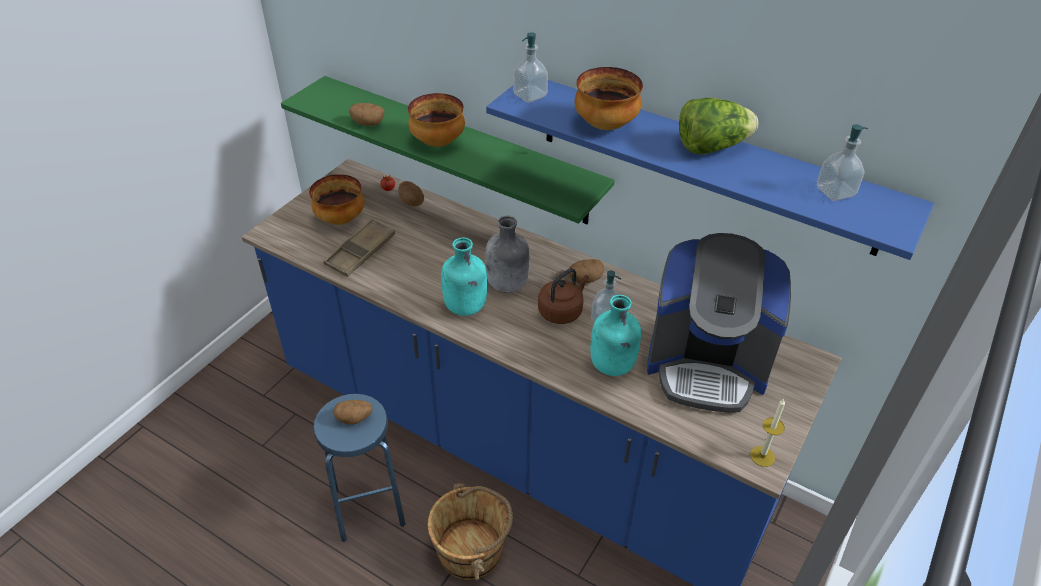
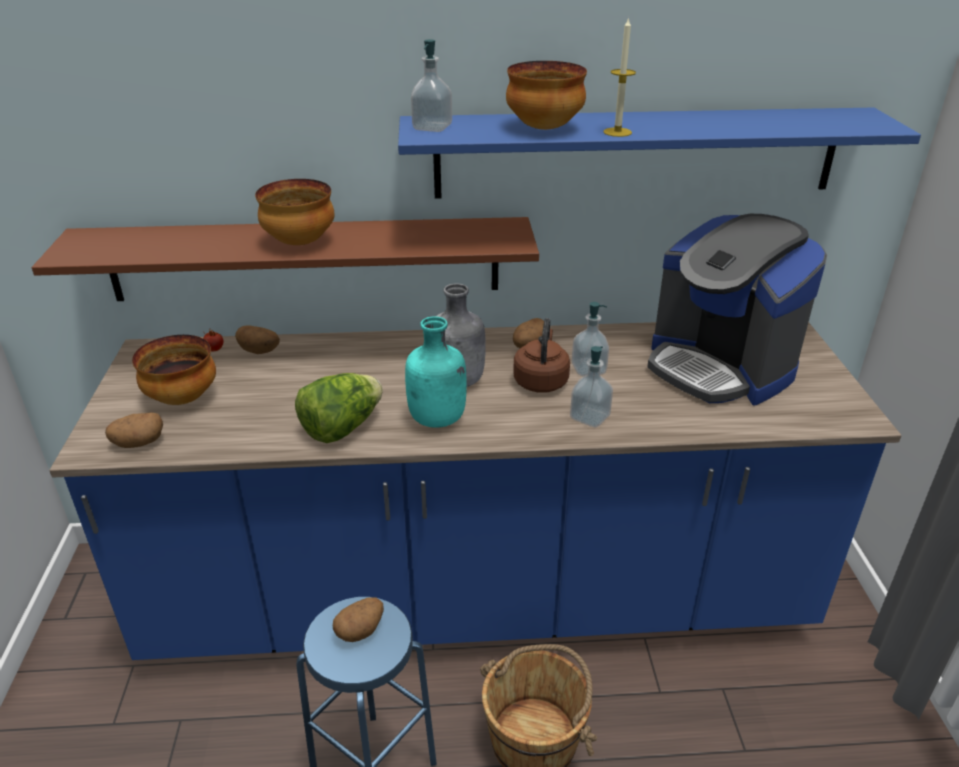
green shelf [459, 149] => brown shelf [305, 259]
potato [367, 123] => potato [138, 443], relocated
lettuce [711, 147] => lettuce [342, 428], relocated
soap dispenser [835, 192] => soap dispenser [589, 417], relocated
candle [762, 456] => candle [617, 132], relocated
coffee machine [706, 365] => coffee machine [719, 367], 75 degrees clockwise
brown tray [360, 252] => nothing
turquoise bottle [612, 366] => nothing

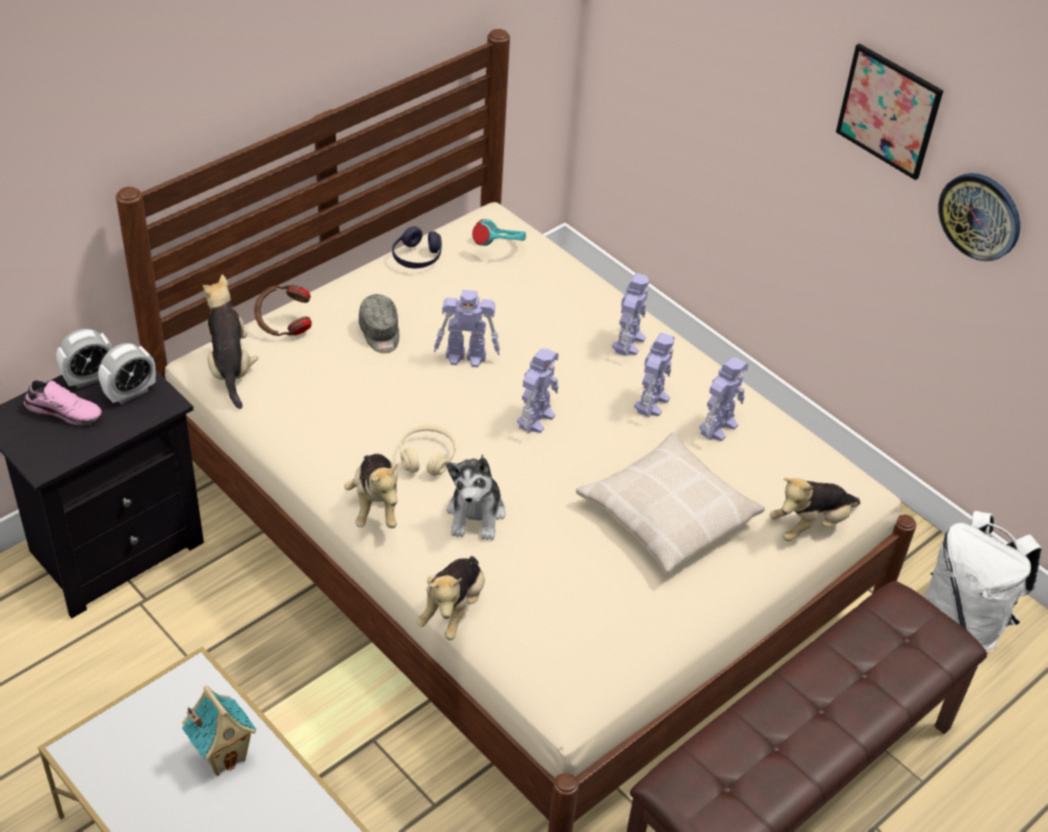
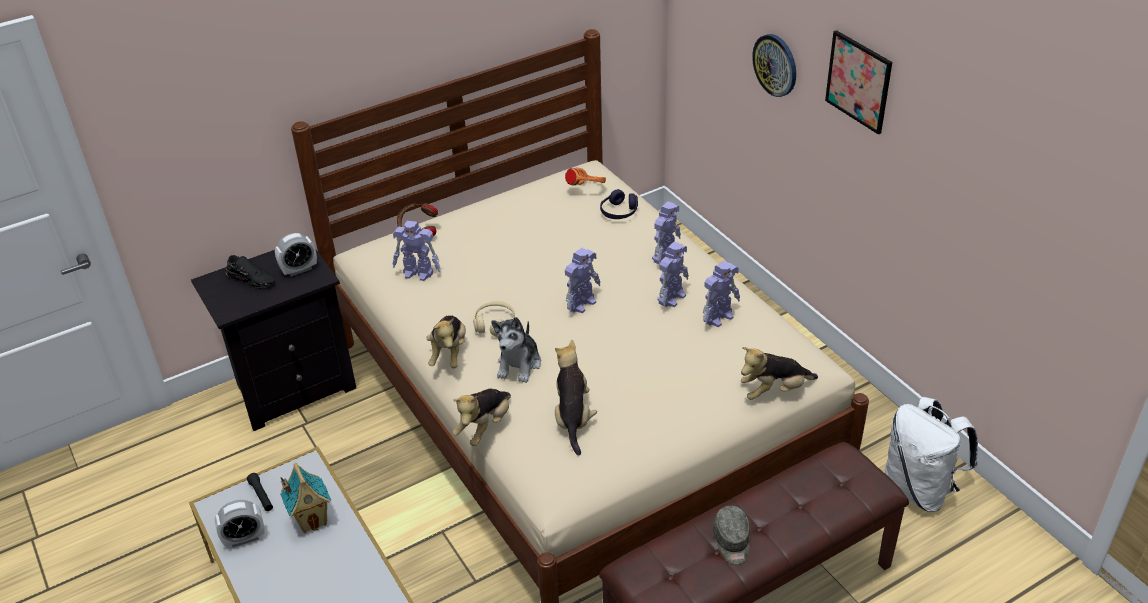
alarm clock [89, 378] => alarm clock [244, 538], relocated
pink shoe [65, 411] => black shoe [252, 278]
nothing => black flashlight [261, 496]
toy robot [467, 357] => toy robot [418, 273], relocated
plush toy [230, 368] => plush toy [573, 418], relocated
turquoise headphones [498, 248] => orange headphones [586, 189]
purple headphones [417, 257] => purple headphones [619, 212], relocated
grey cap [380, 333] => grey cap [732, 541], relocated
wall clock [980, 216] => wall clock [775, 65], relocated
beige pillow [667, 514] => nothing

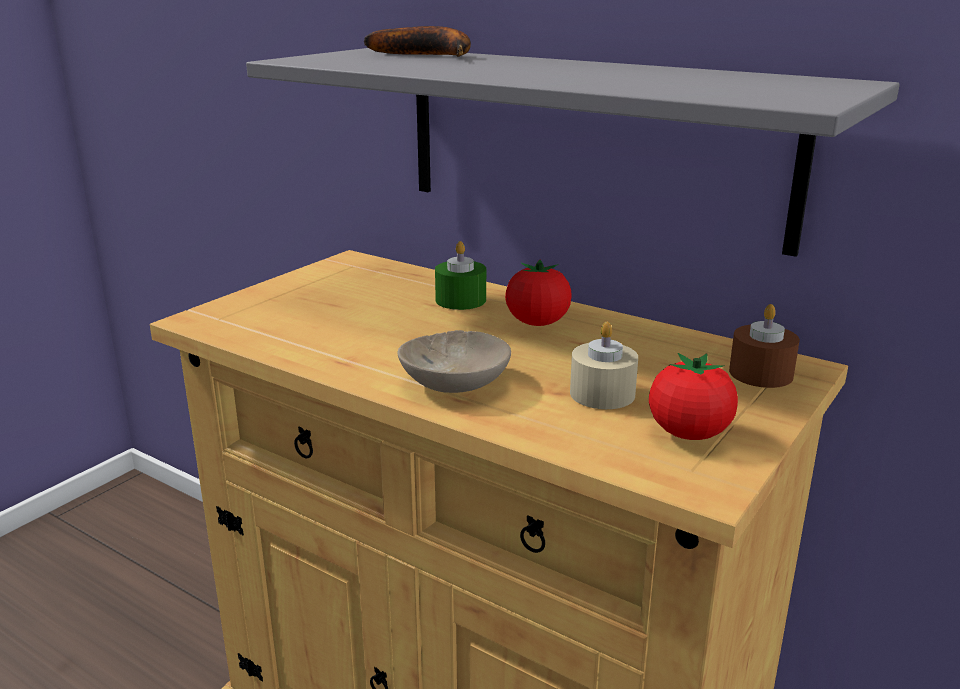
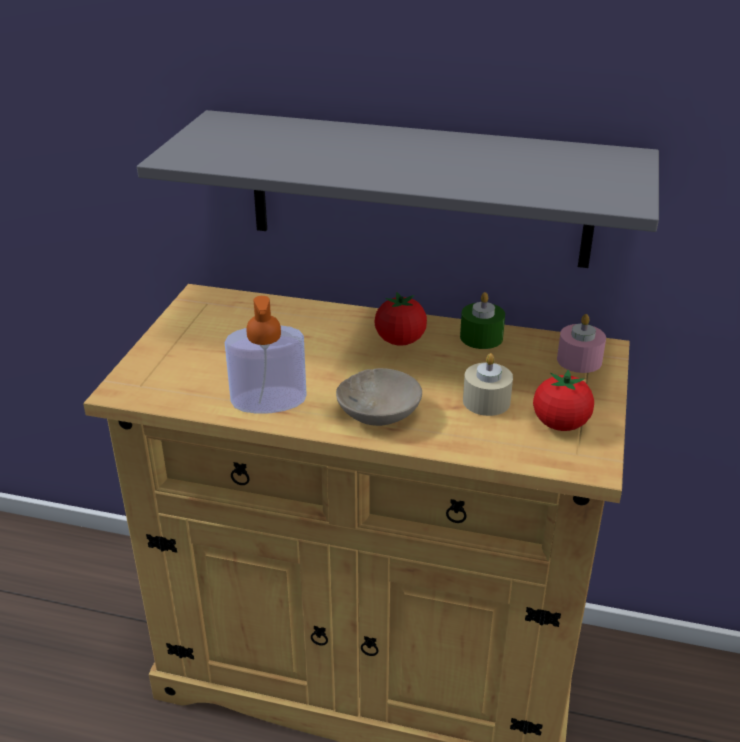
nothing => soap dispenser [268, 400]
green candle [460, 300] => green candle [481, 337], relocated
brown candle [761, 373] => pink candle [579, 360]
banana [429, 55] => nothing

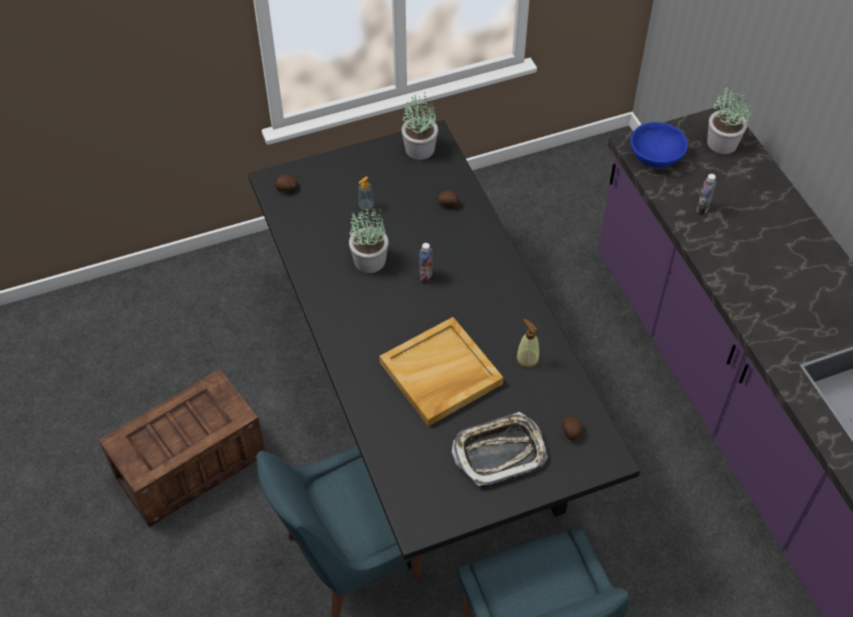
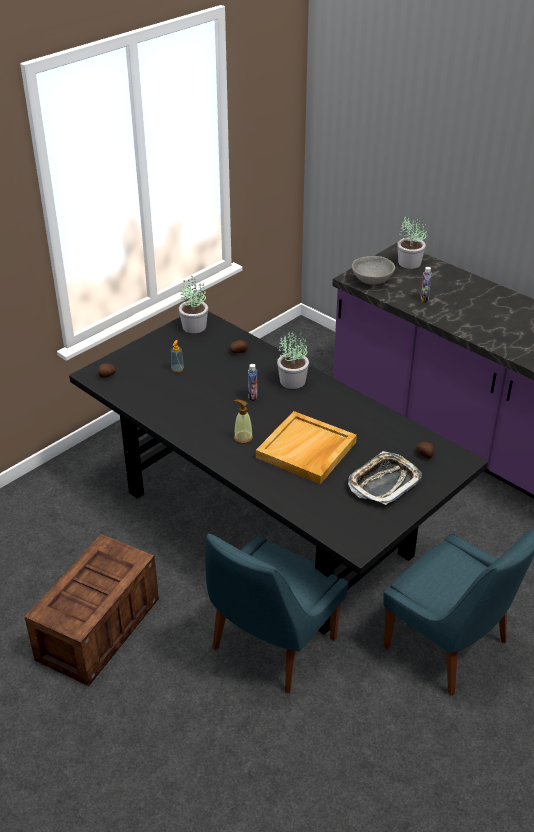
soap dispenser [527, 358] => soap dispenser [243, 437], relocated
potted plant [370, 260] => potted plant [292, 380], relocated
blue bowl [656, 156] => grey bowl [372, 280]

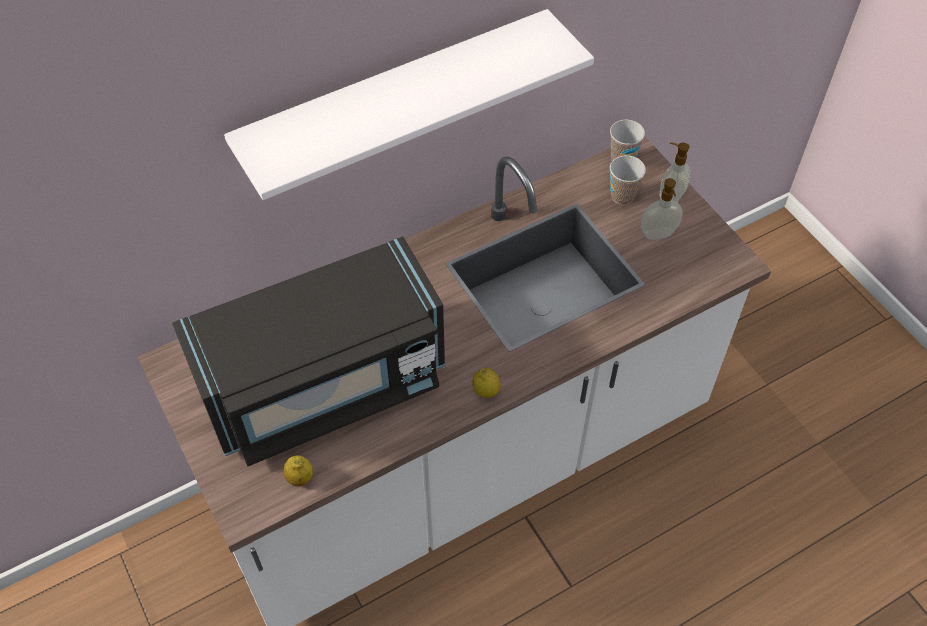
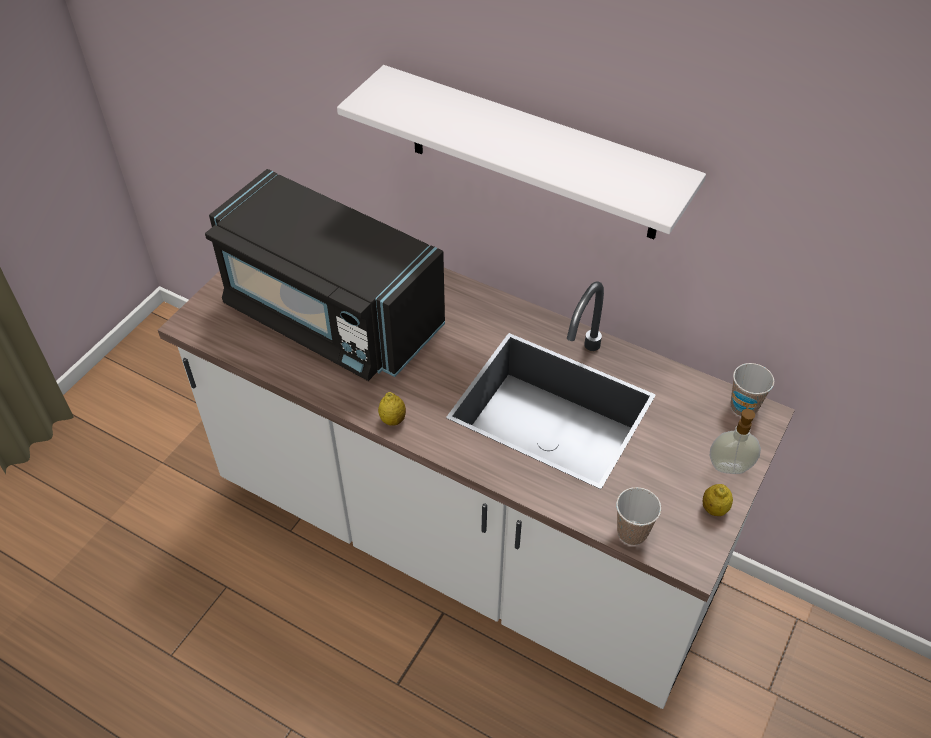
cup [622, 196] => cup [632, 533], relocated
lemon [300, 478] => lemon [714, 509], relocated
soap dispenser [658, 234] => nothing

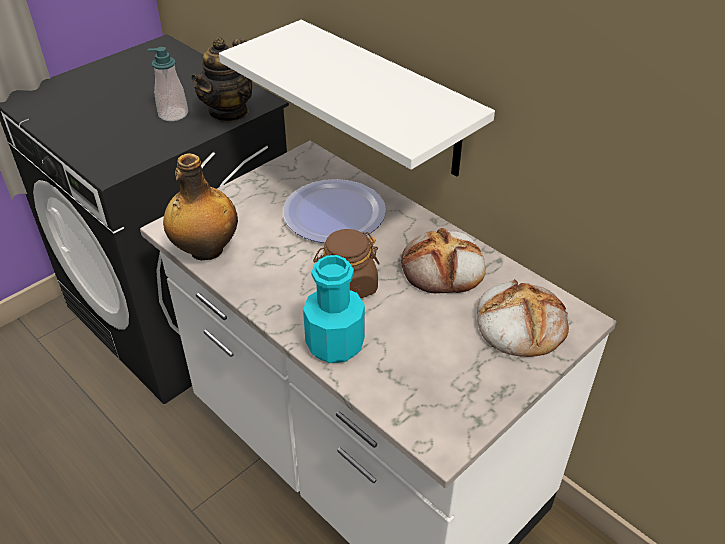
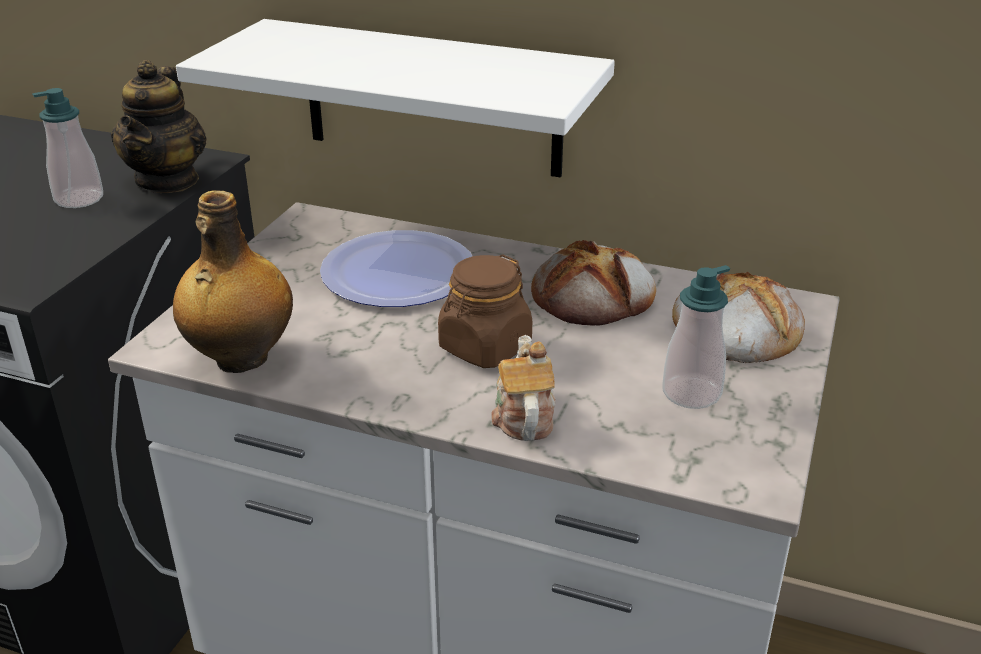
turquoise bottle [335, 344] => teapot [523, 416]
nothing => soap dispenser [691, 393]

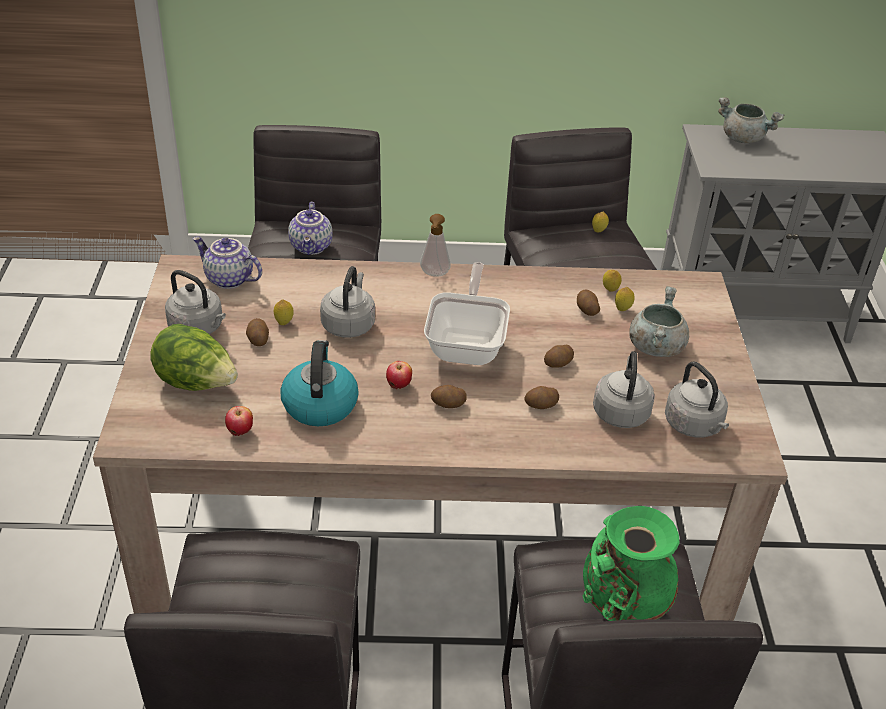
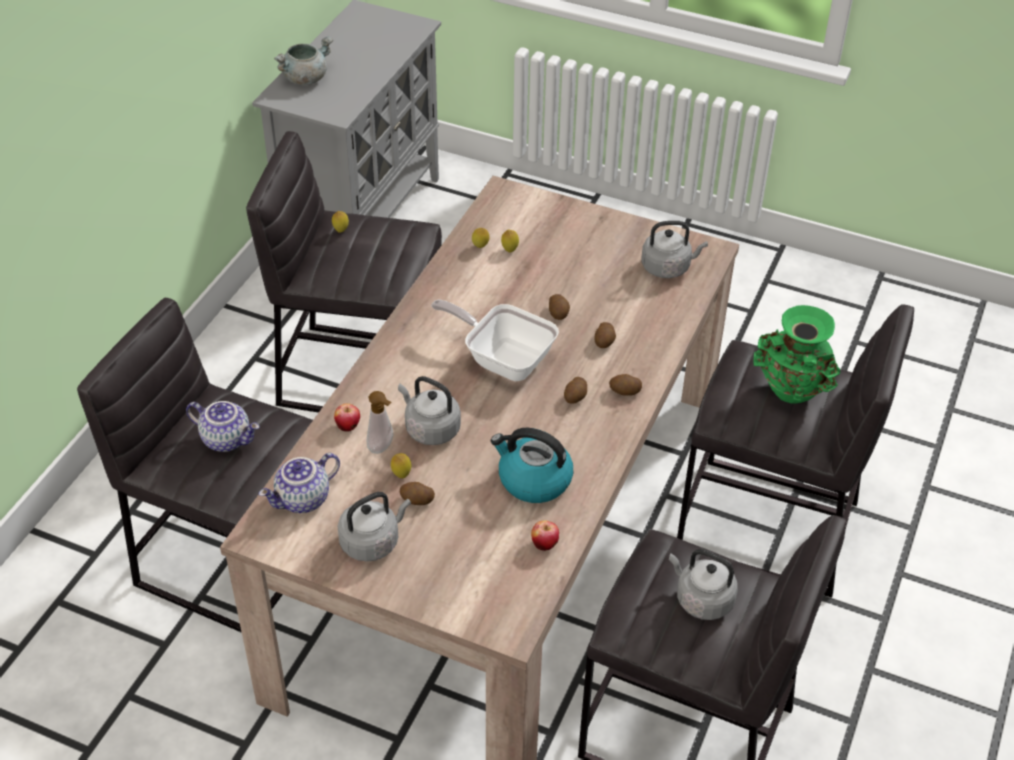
apple [399, 386] => apple [348, 427], relocated
soap dispenser [434, 275] => soap dispenser [382, 448], relocated
potato [586, 310] => potato [625, 392], relocated
grey kettle [621, 411] => grey kettle [701, 599], relocated
lettuce [197, 383] => nothing
grey cooking pot [655, 346] => nothing

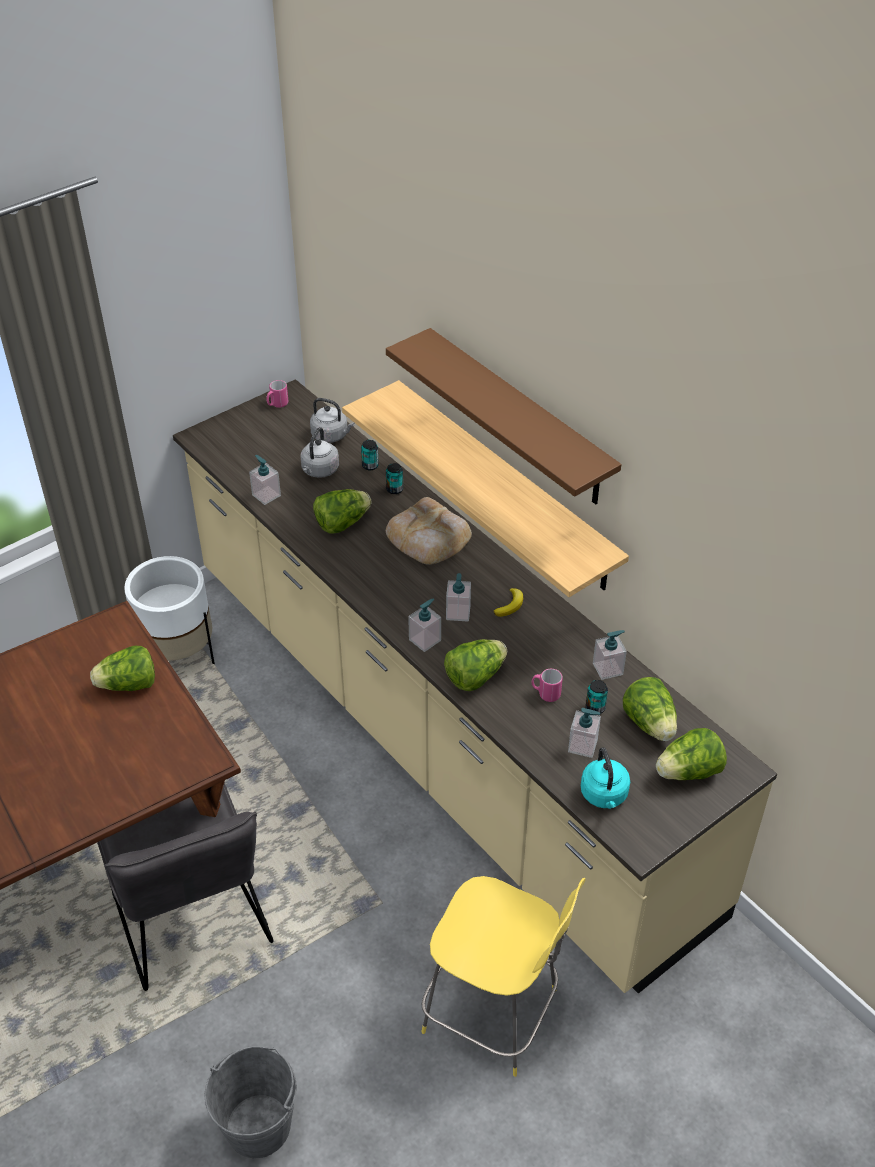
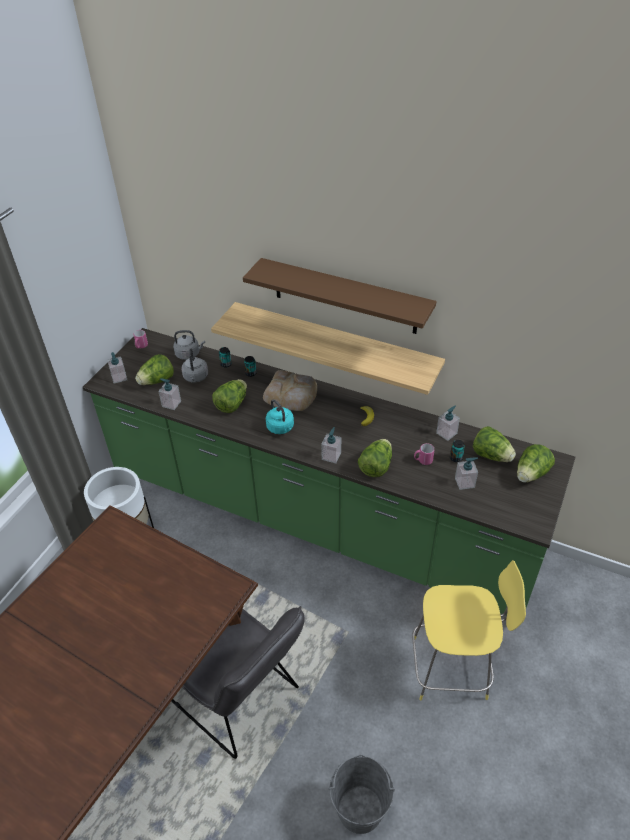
beige counter [437, 732] => green counter [317, 516]
soap dispenser [458, 613] => soap dispenser [119, 377], relocated
lettuce [128, 685] => lettuce [157, 381], relocated
turquoise kettle [604, 796] => turquoise kettle [281, 428], relocated

